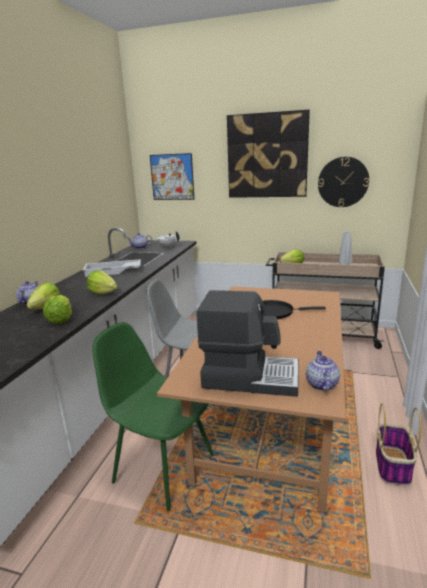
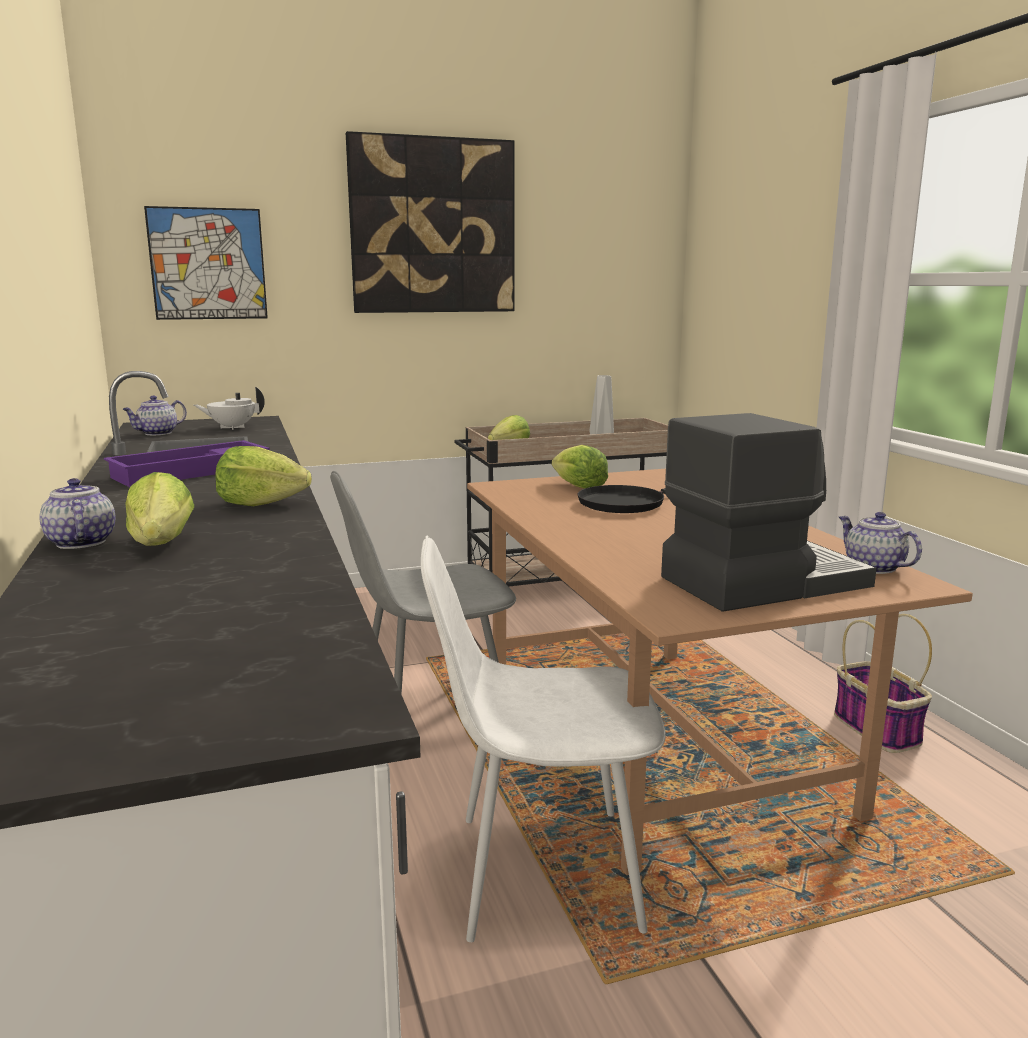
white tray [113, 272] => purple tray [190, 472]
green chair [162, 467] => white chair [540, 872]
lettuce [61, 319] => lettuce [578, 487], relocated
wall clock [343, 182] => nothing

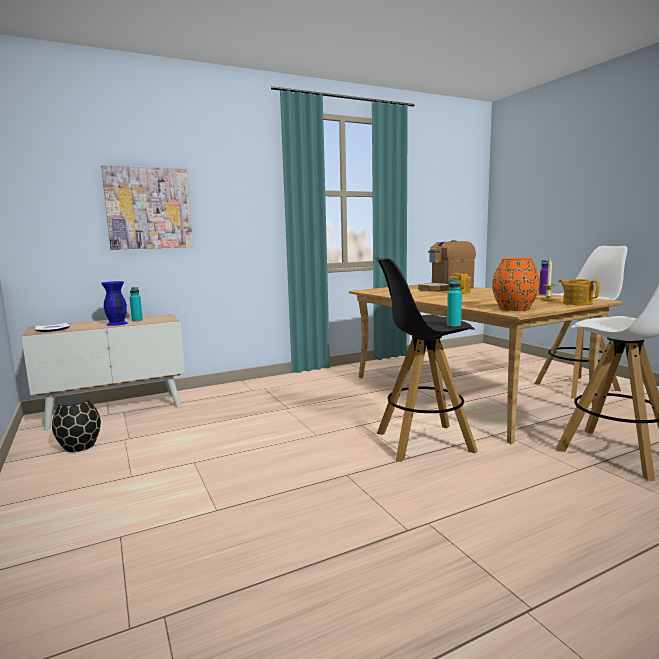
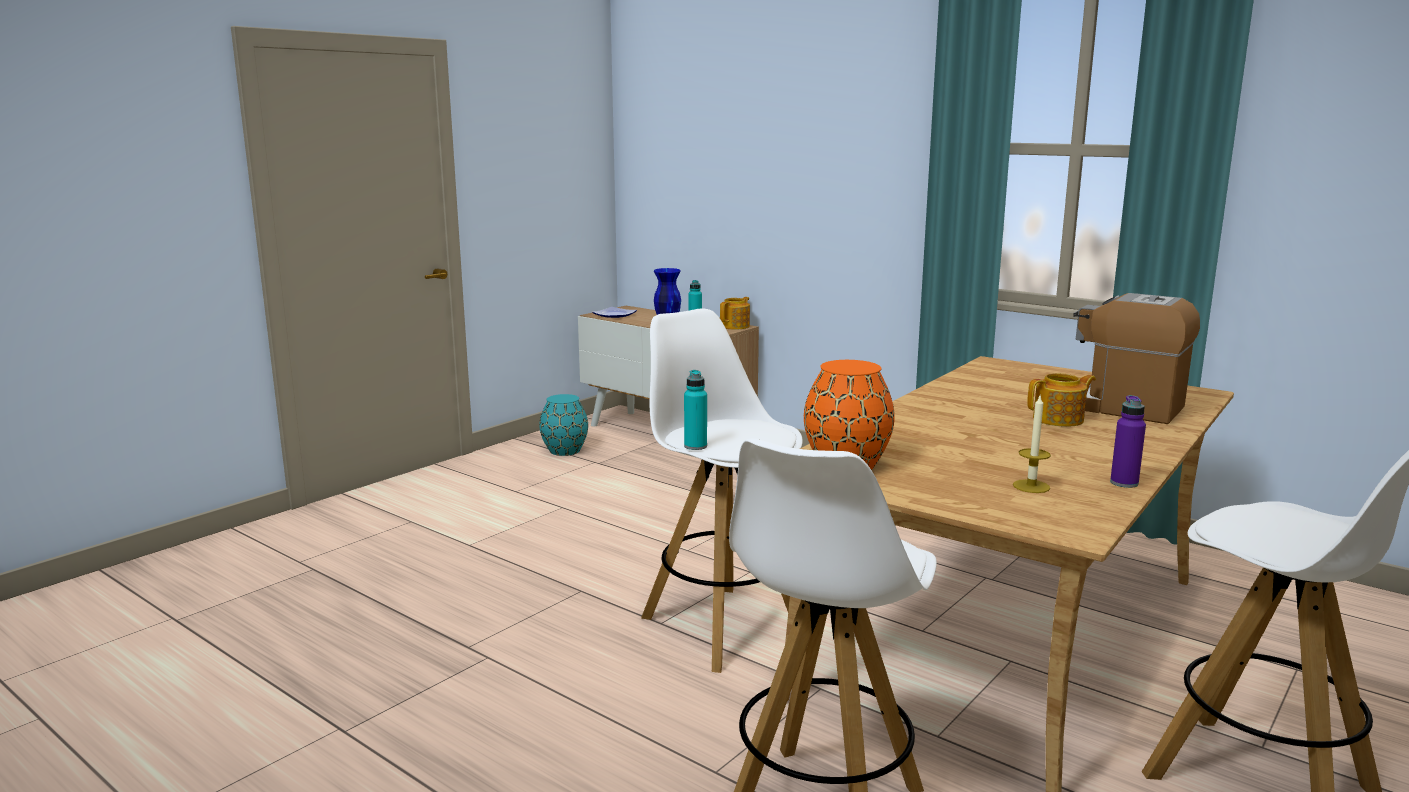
black vase [79, 446] => turquoise vase [564, 450]
black stool [423, 442] => white stool [722, 625]
teapot [577, 303] => teapot [735, 326], relocated
picture [148, 208] => nothing

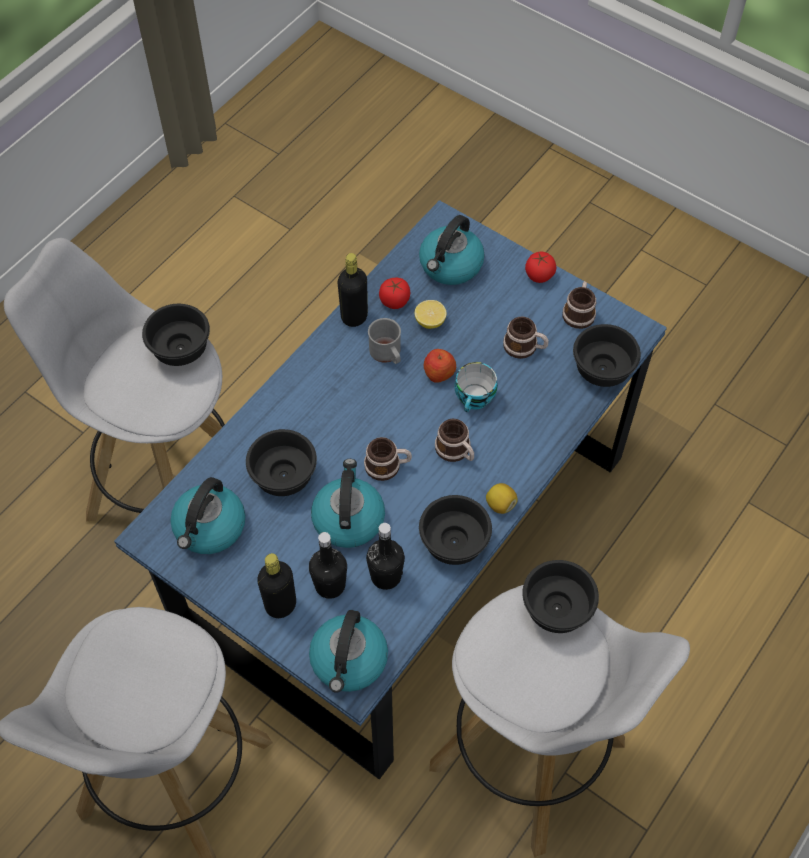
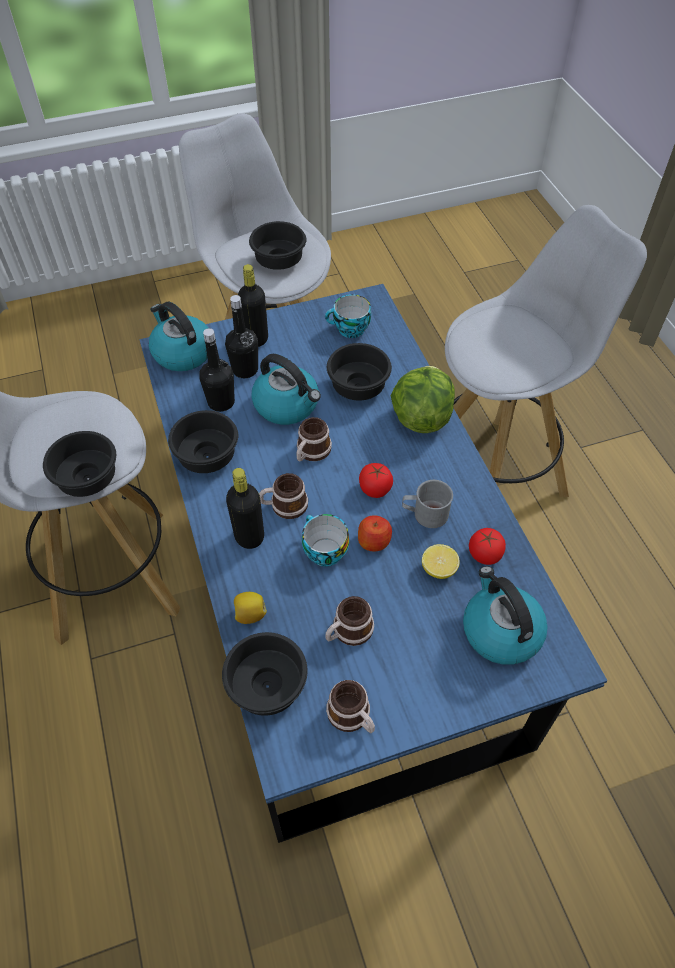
black bottle [354, 317] => black bottle [249, 536], relocated
lemon [500, 504] => lemon [250, 614], relocated
black bowl [179, 350] => black bowl [278, 260], relocated
kettle [209, 528] => cup [349, 330]
tomato [539, 275] => tomato [375, 488], relocated
nothing => lettuce [421, 417]

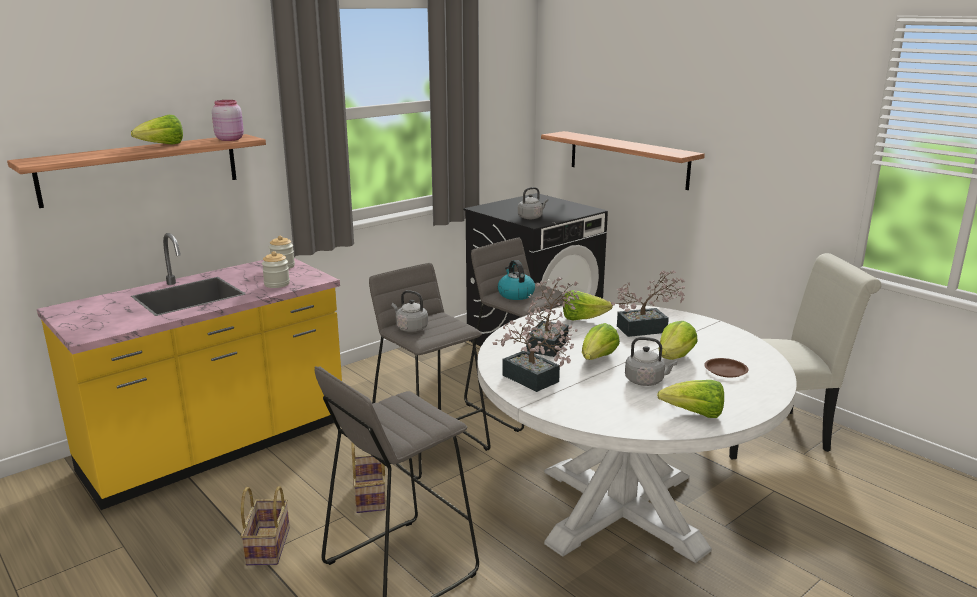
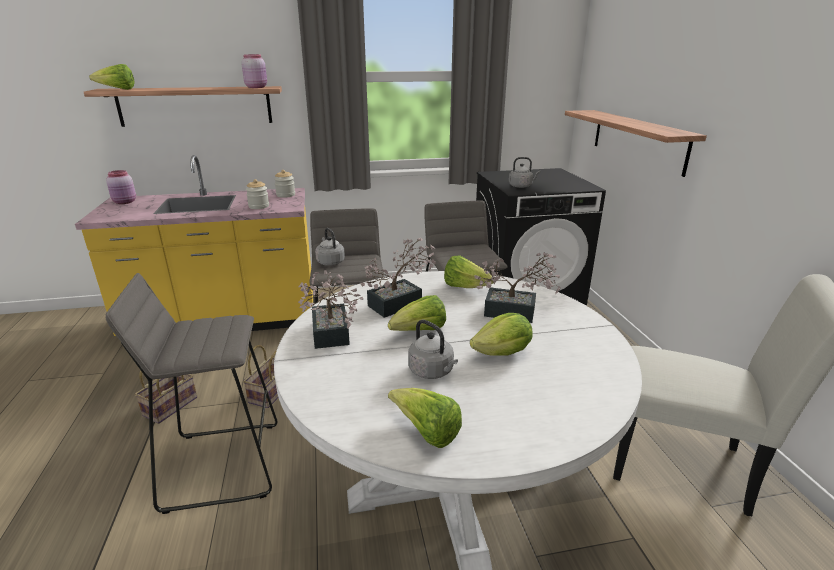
lettuce [162, 145] => lettuce [118, 89], relocated
nothing => pink jar [125, 202]
kettle [515, 294] => nothing
brown plate [726, 370] => nothing

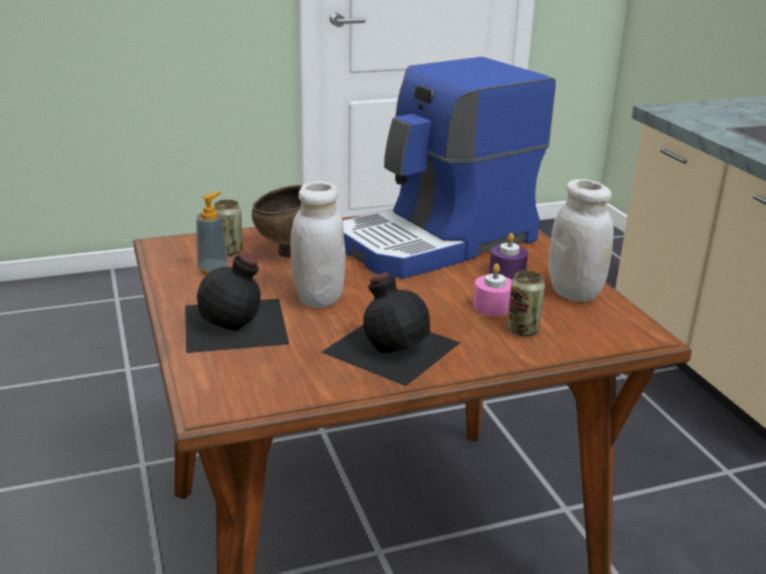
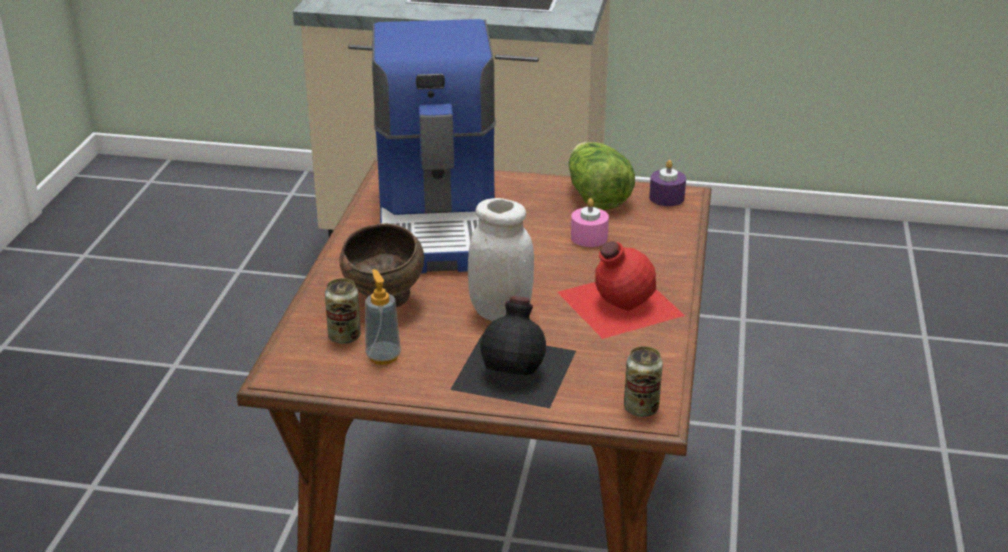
black bottle [391, 346] => red bottle [617, 303]
white jar [574, 293] => lettuce [596, 196]
can [522, 330] => can [641, 408], relocated
purple candle [507, 273] => purple candle [666, 197], relocated

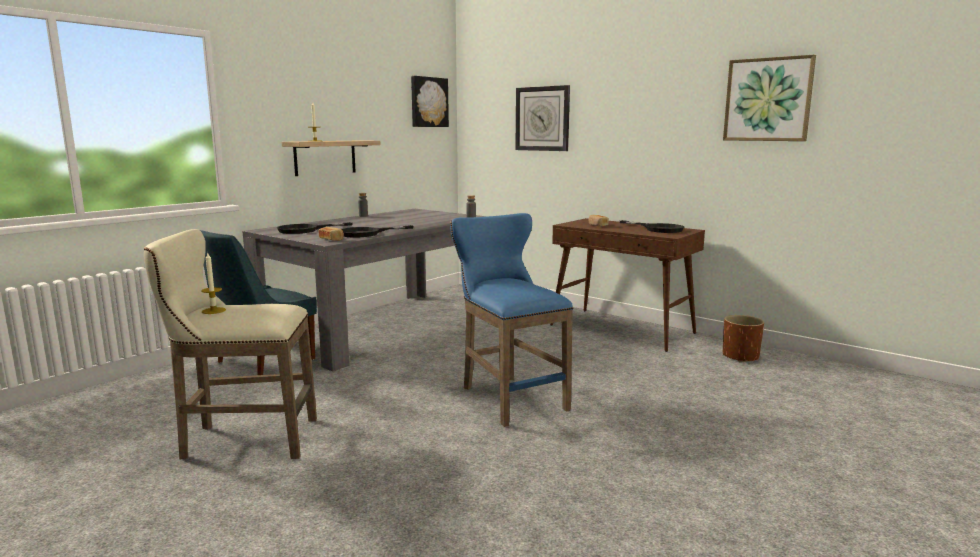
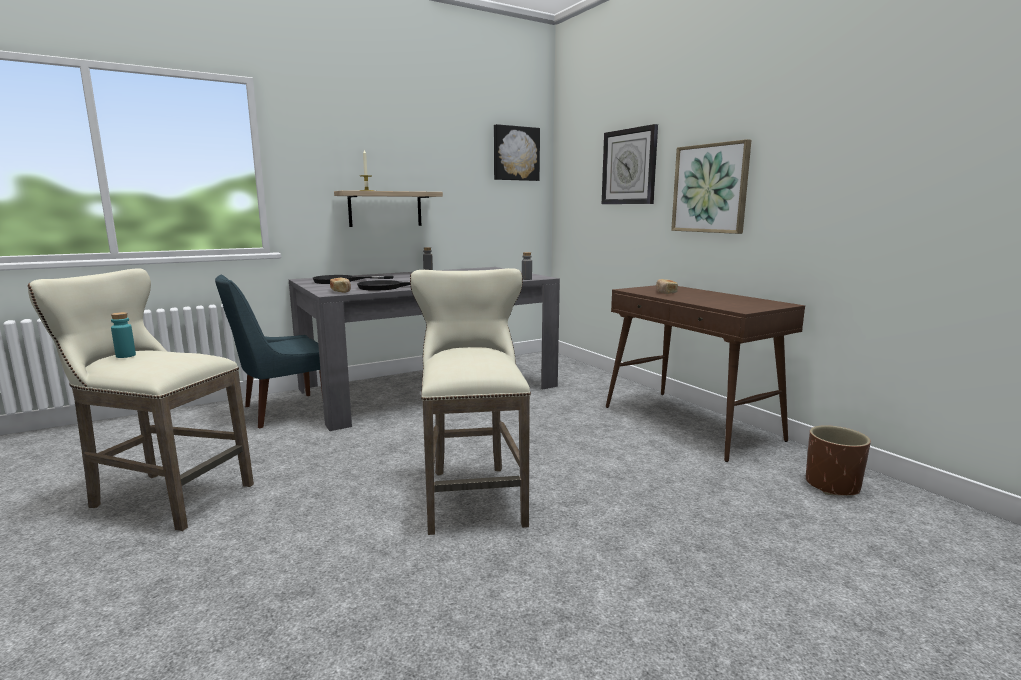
candle [213, 311] => turquoise bottle [125, 355]
blue stool [508, 397] => beige stool [473, 493]
picture [768, 100] => picture [710, 188], relocated
black frying pan [658, 229] => nothing

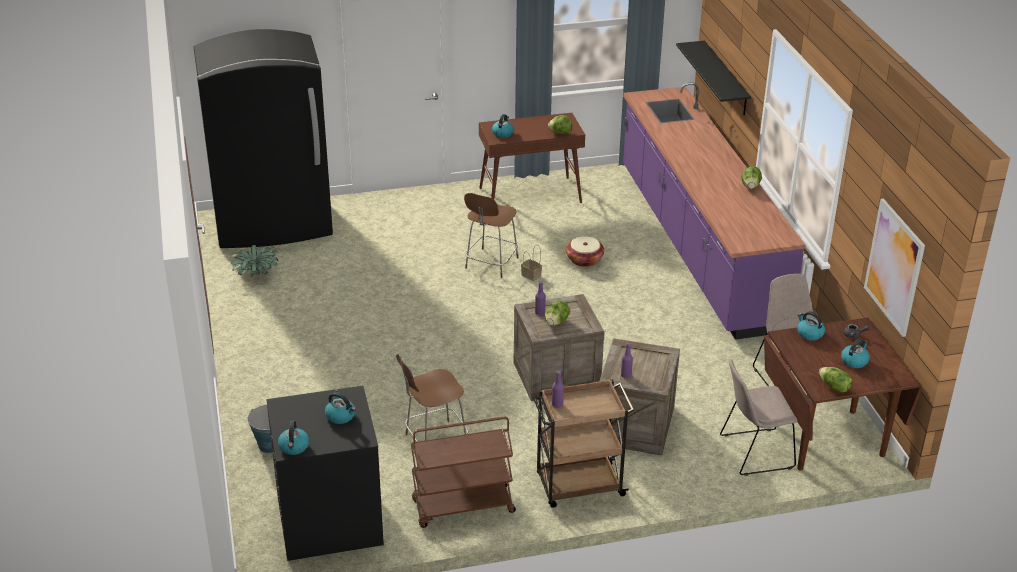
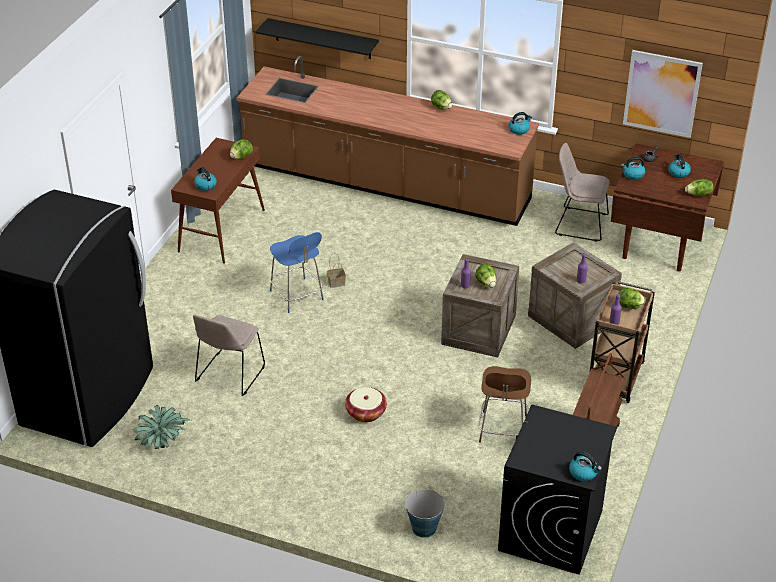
beige chair [753, 452] => beige chair [229, 375], relocated
purple counter [697, 245] => brown counter [385, 184]
brown stool [490, 264] => blue stool [297, 296]
basket [584, 260] => basket [366, 412], relocated
kettle [341, 416] => kettle [519, 130], relocated
nothing => lettuce [629, 306]

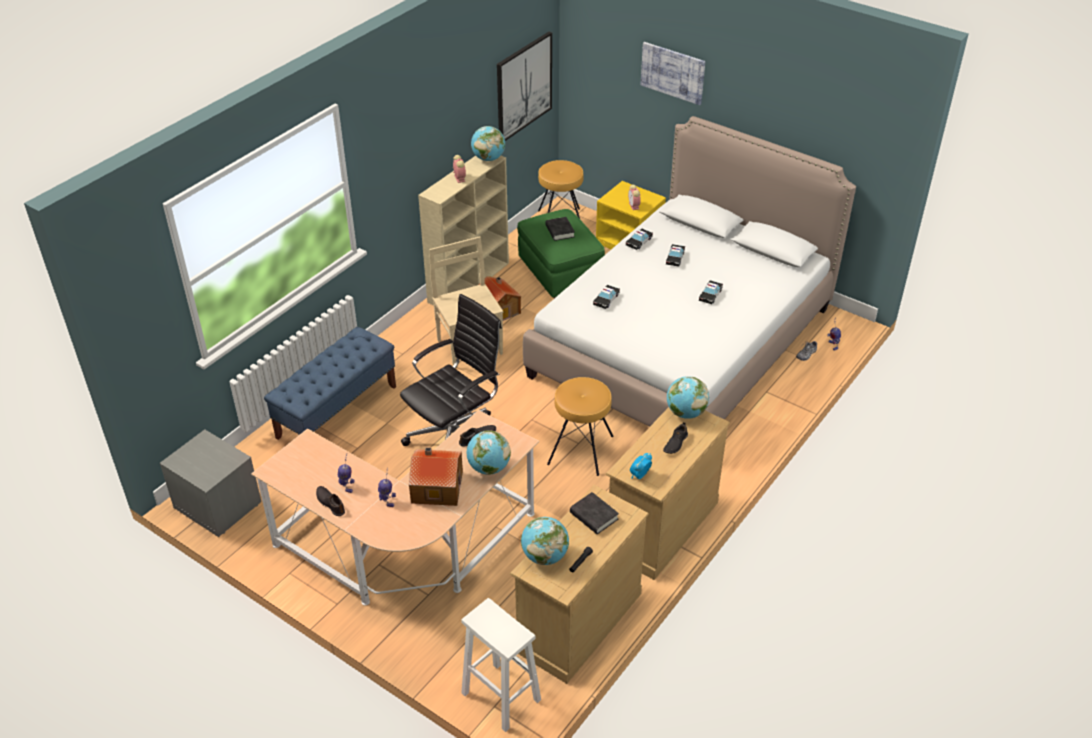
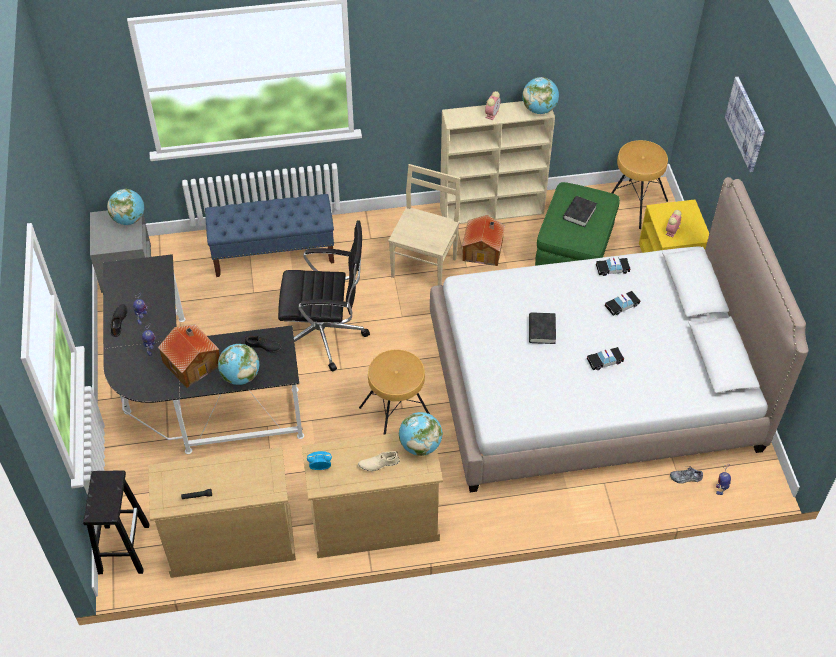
white stool [500, 696] => black stool [124, 547]
beige desk [407, 551] => black desk [192, 397]
globe [545, 556] => globe [129, 219], relocated
black shoe [675, 443] => beige shoe [378, 463]
black book [594, 516] => black book [541, 330], relocated
picture [523, 86] => nothing
toy car [606, 300] => nothing

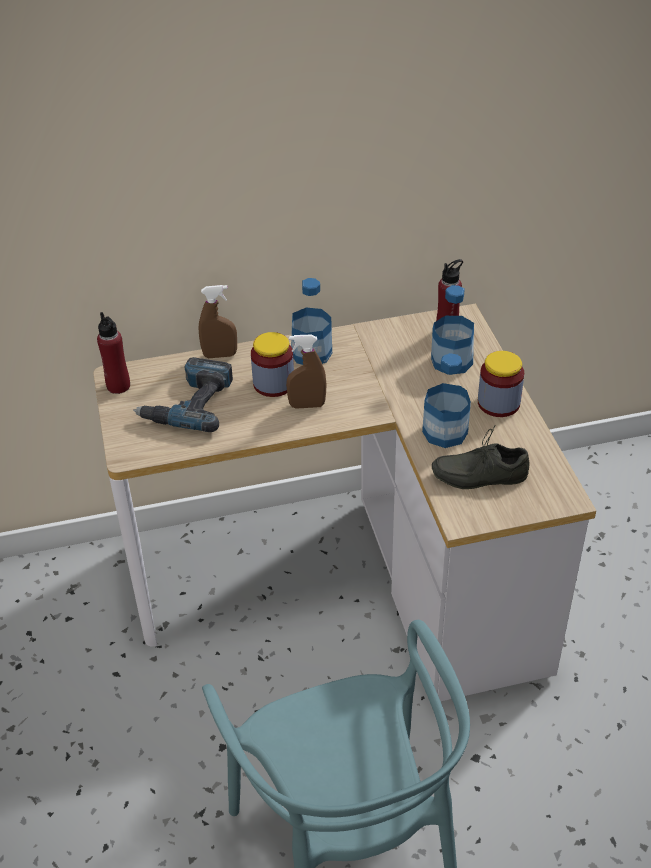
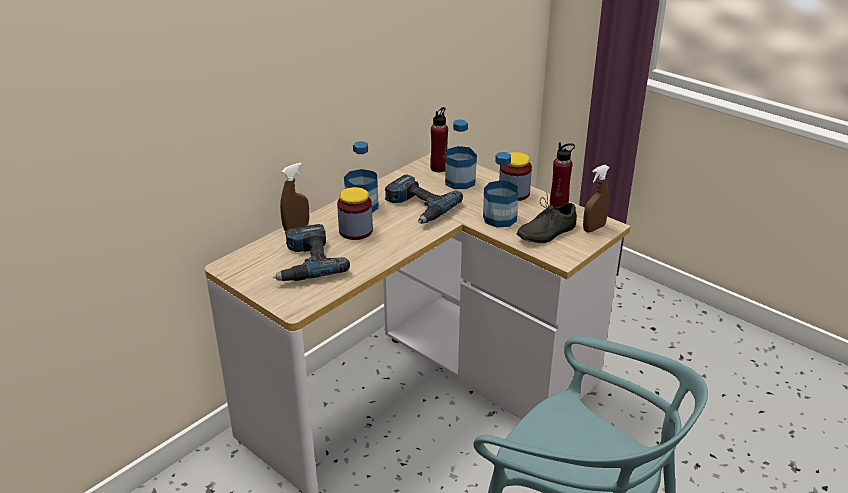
nothing => power drill [418, 207]
red bottle [118, 386] => red bottle [558, 205], relocated
brown spray bottle [307, 405] => brown spray bottle [593, 228], relocated

